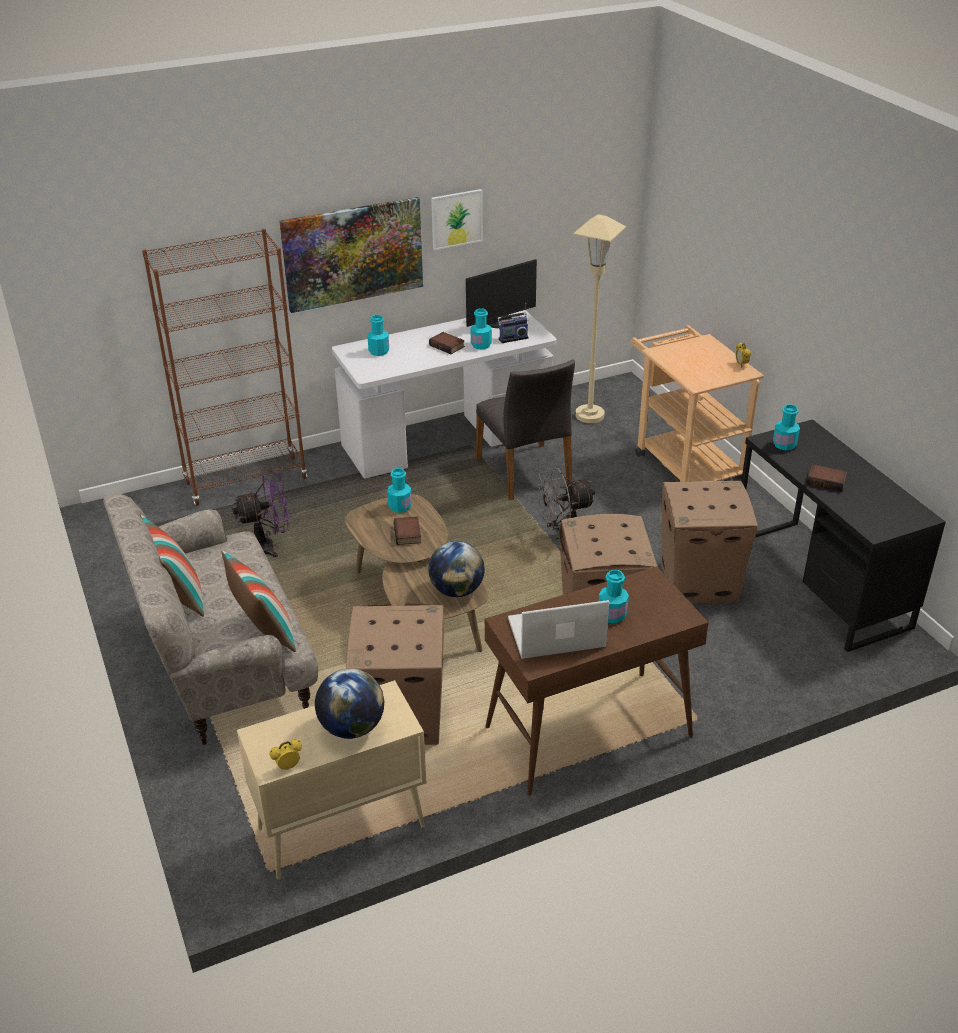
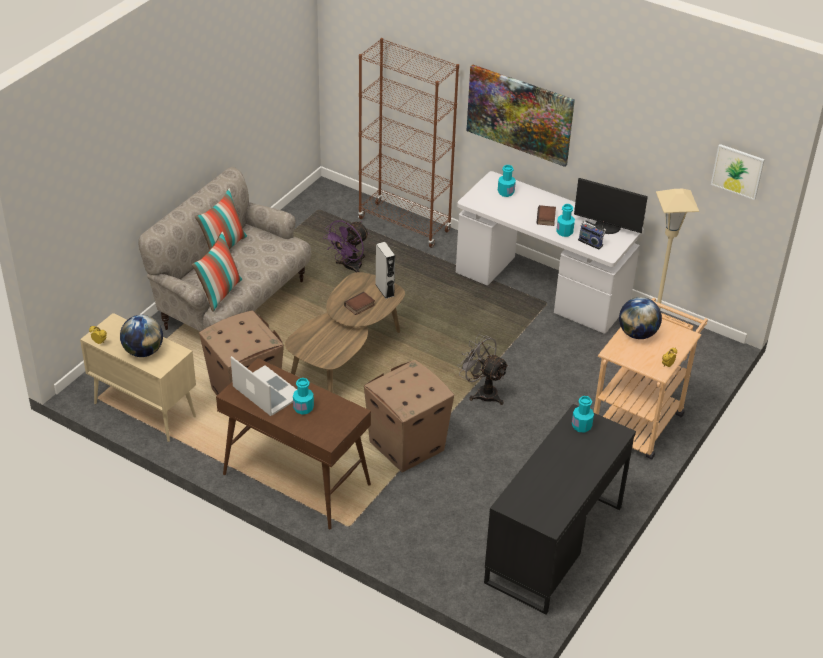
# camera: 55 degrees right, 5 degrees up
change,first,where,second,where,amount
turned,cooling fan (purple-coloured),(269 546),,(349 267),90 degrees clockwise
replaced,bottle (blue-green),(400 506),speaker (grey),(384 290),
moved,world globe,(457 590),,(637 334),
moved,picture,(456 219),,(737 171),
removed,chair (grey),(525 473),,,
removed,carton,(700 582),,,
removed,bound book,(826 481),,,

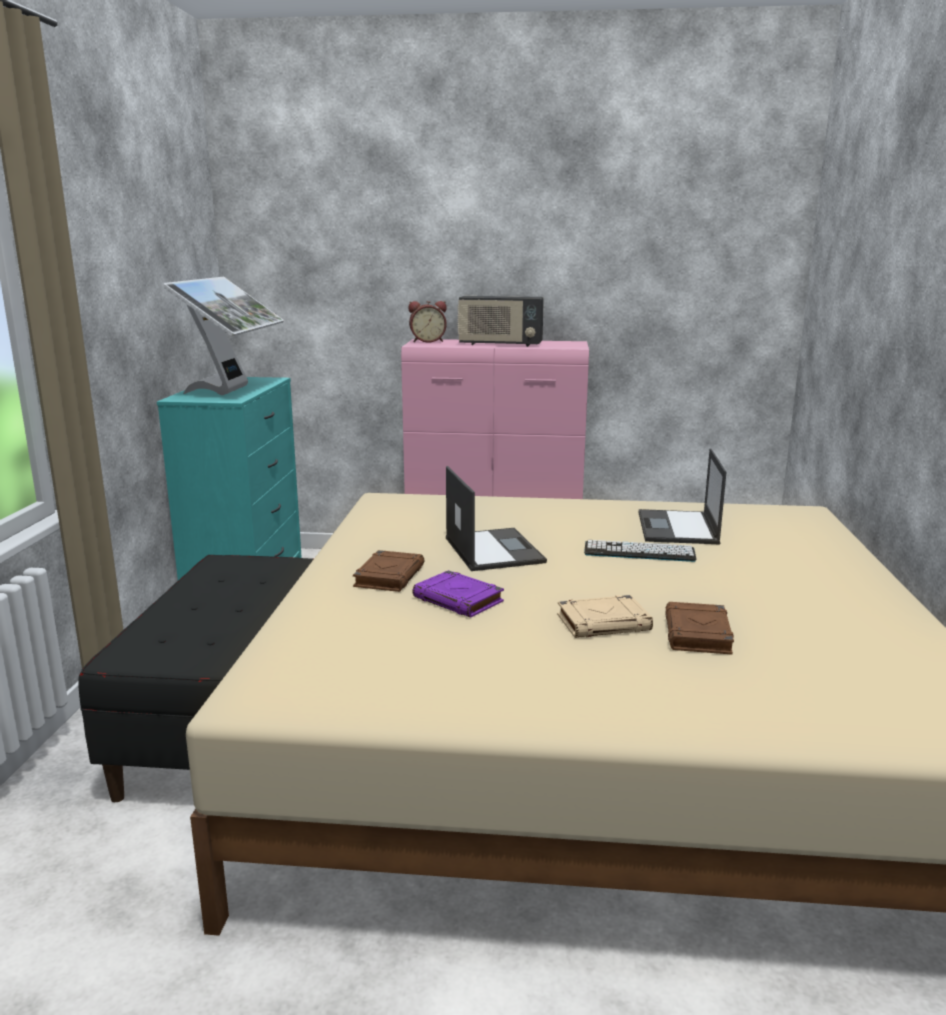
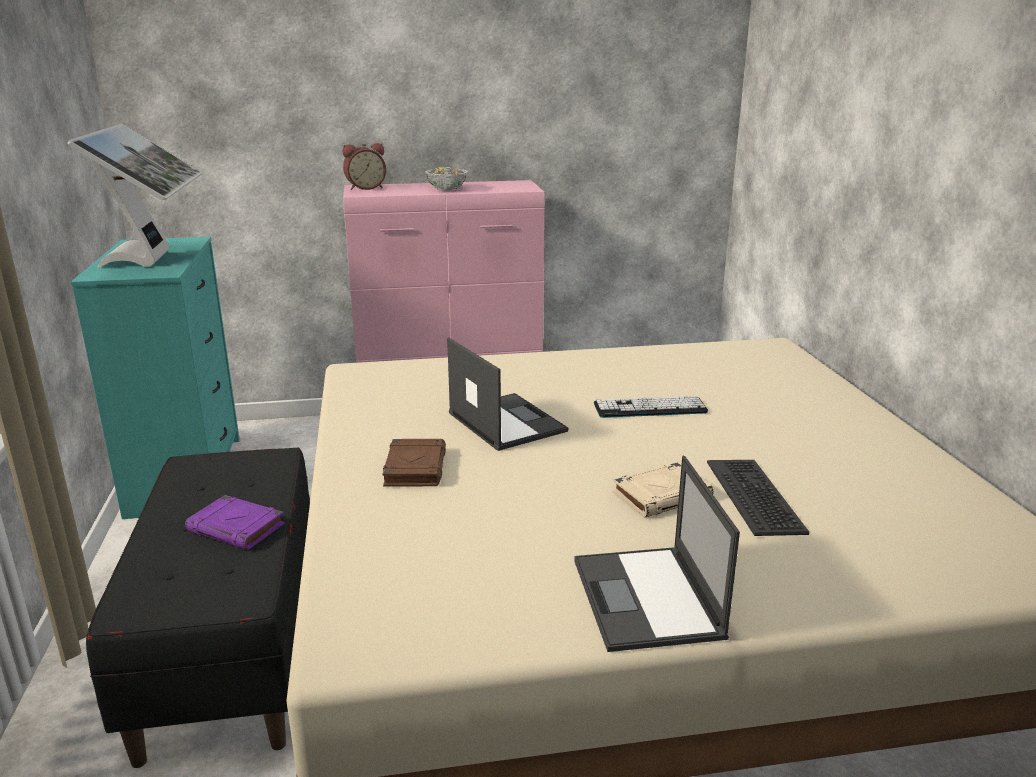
# camera: 15 degrees left, 5 degrees up
change,first,where,second,where,amount
moved,bound book (purple-coloured),(459 600),,(237 528),
replaced,radio receiver,(500 344),deep dish,(447 189),
moved,laptop,(678 528),,(647 599),
replaced,bound book (brown-coloured),(698 634),PC keyboard,(755 497),

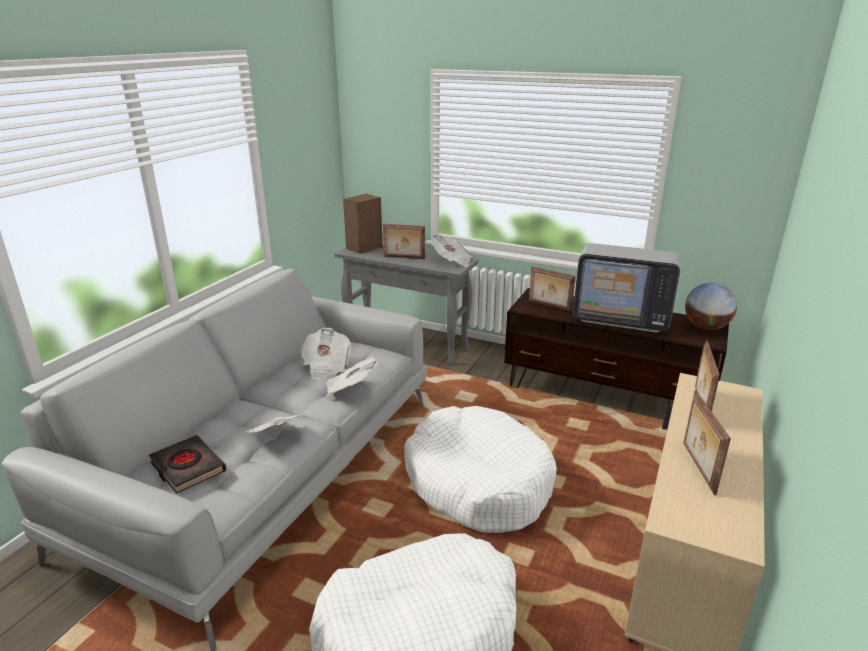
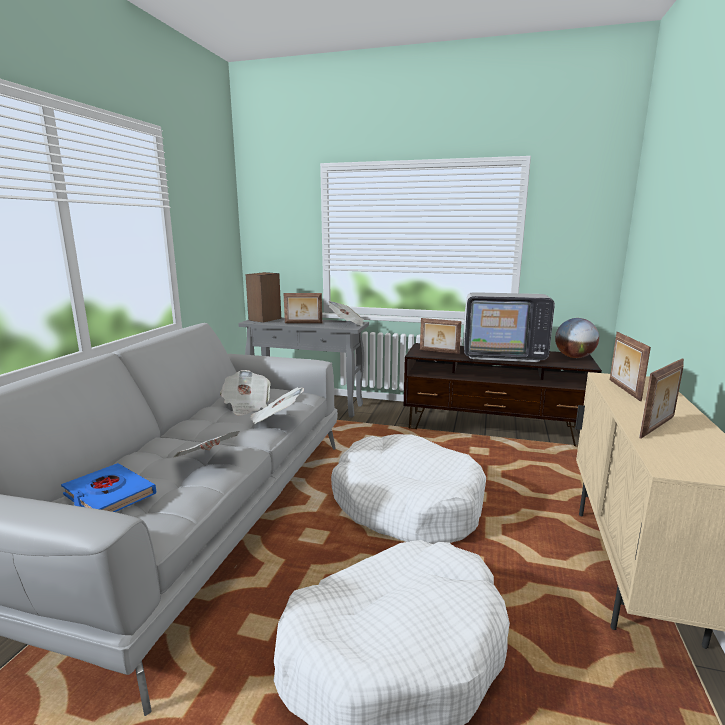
# camera: 10 degrees left, 10 degrees down
change,first,where,second,where,amount
recoloured,bound book (blackish),(187 468),bound book (bluish),(109 495),
turned,standing frame,(697 467),,(658 428),120 degrees counterclockwise

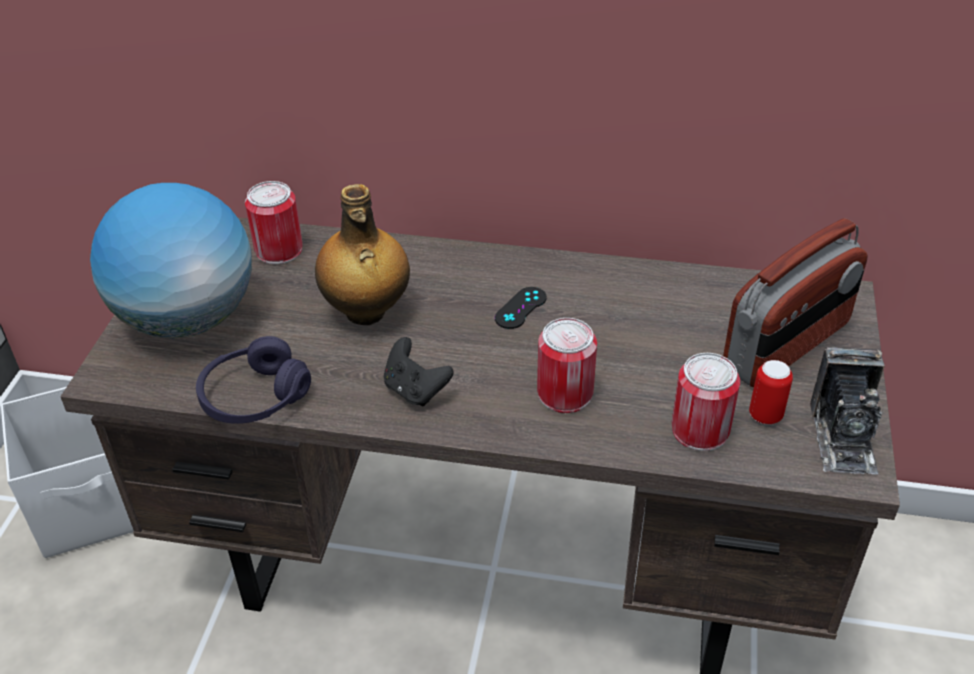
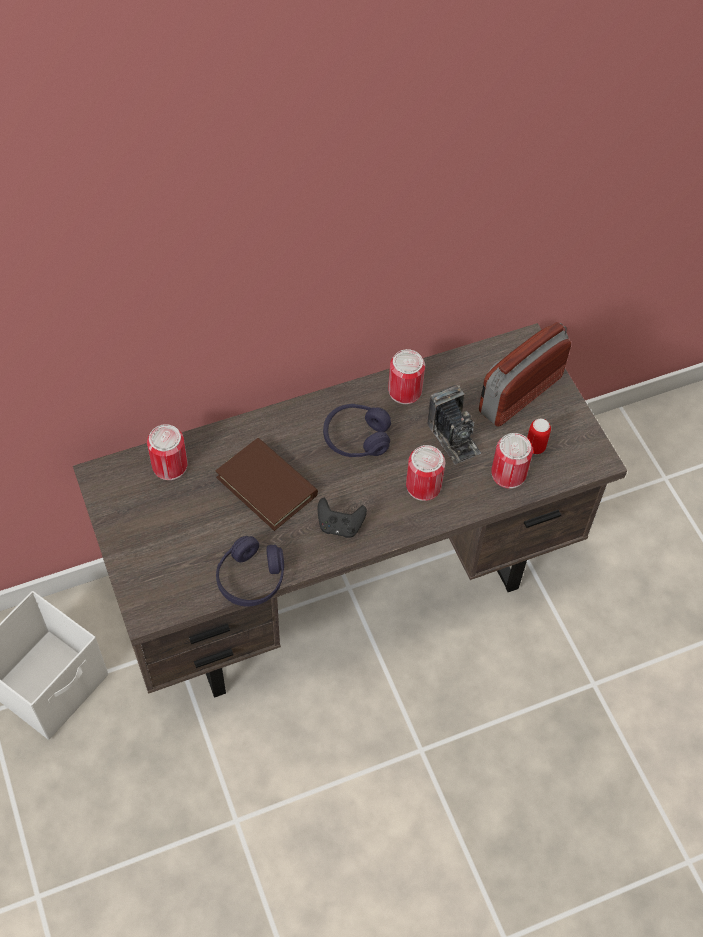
# camera: 35 degrees left, 15 degrees up
change,first,where,second,where,amount
replaced,bottle,(366 312),bound book (brown-coloured),(267 486),
replaced,gamepad (blackish),(520 308),pair of headphones (purple-coloured),(356 438),
added,,,can,(405 391),
moved,still camera,(843 436),,(453 437),
turned,radio receiver,(787 346),,(519 394),150 degrees counterclockwise
removed,world globe,(188 318),,,

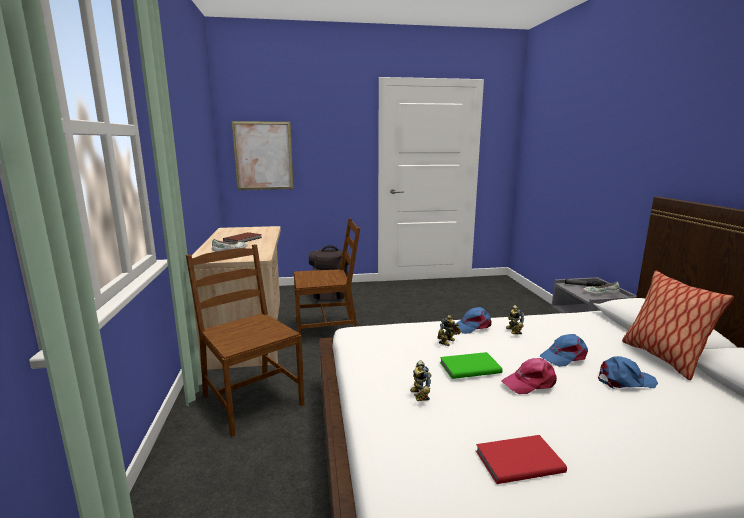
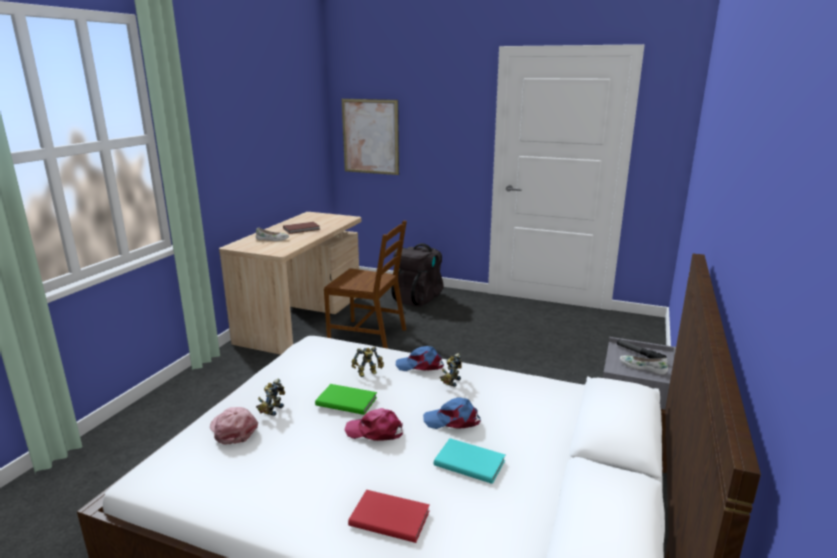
# camera: 30 degrees right, 5 degrees up
change,first,where,second,where,amount
added,,,peaked cap (pinkish),(233 429),
moved,bound book (red),(517 460),,(389 517),
replaced,peaked cap (bluish),(625 381),bound book (blue-green),(469 462),
removed,chair (brown-coloured),(250 400),,,
removed,pillow,(662 358),,,

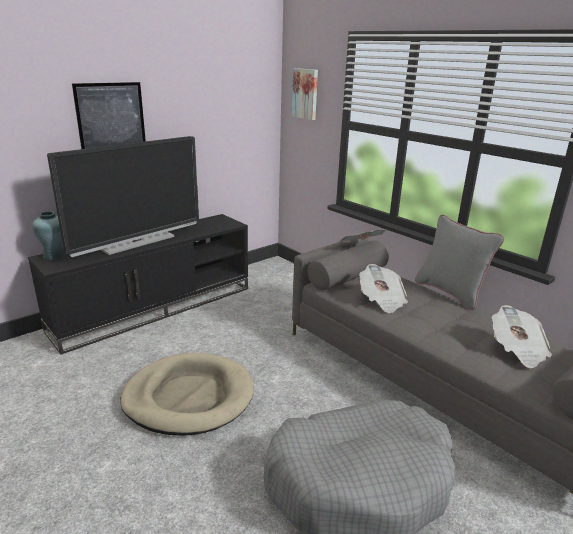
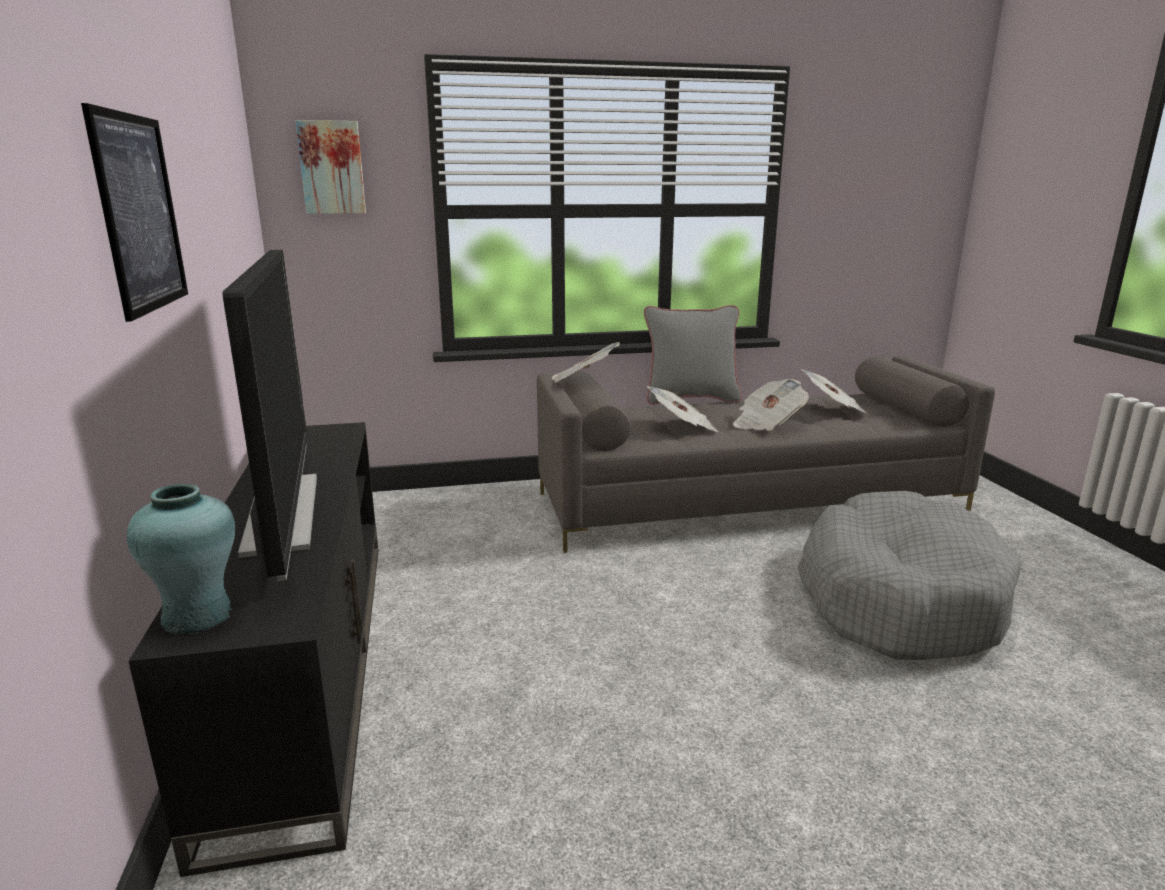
# camera: 60 degrees left, 5 degrees down
change,first,where,second,where,amount
added,,,printed paper,(767 423),
removed,dog cushion (beige),(189 397),,,

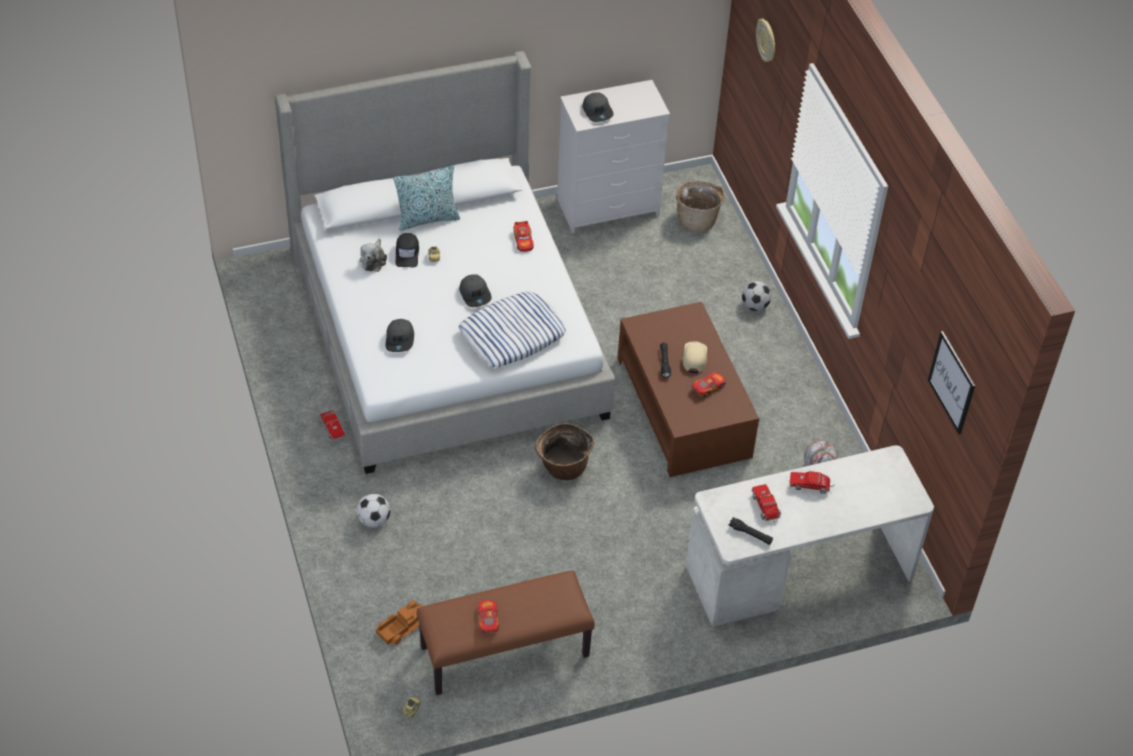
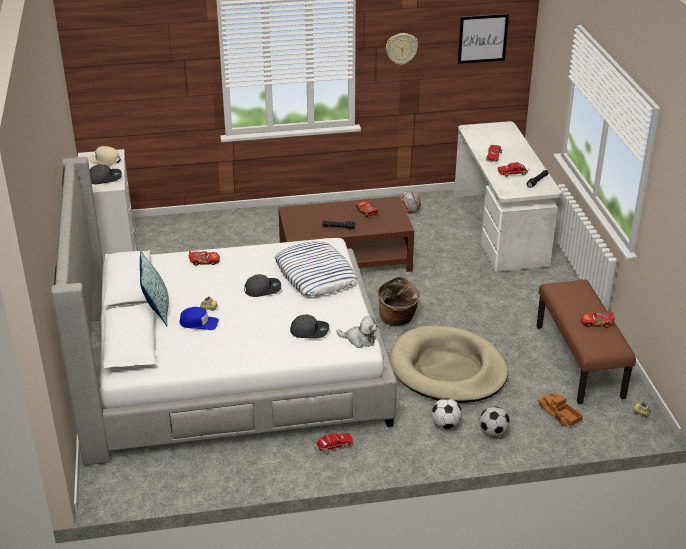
# camera: 80 degrees left, 15 degrees down
change,first,where,second,where,amount
moved,peaked cap (beige),(694 357),,(104 160),
recoloured,peaked cap (blackish),(407 253),peaked cap (bluish),(199 323),
moved,soft toy,(373 260),,(359 339),
moved,wall clock,(767 41),,(401 48),
added,,,dog cushion (beige),(448 369),
moved,football ball,(755 306),,(493 432),
removed,basket,(697 220),,,

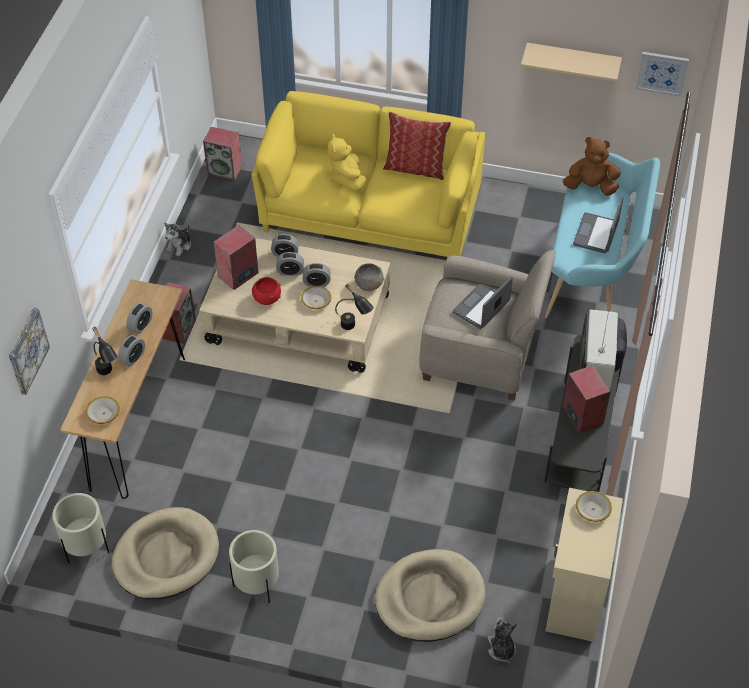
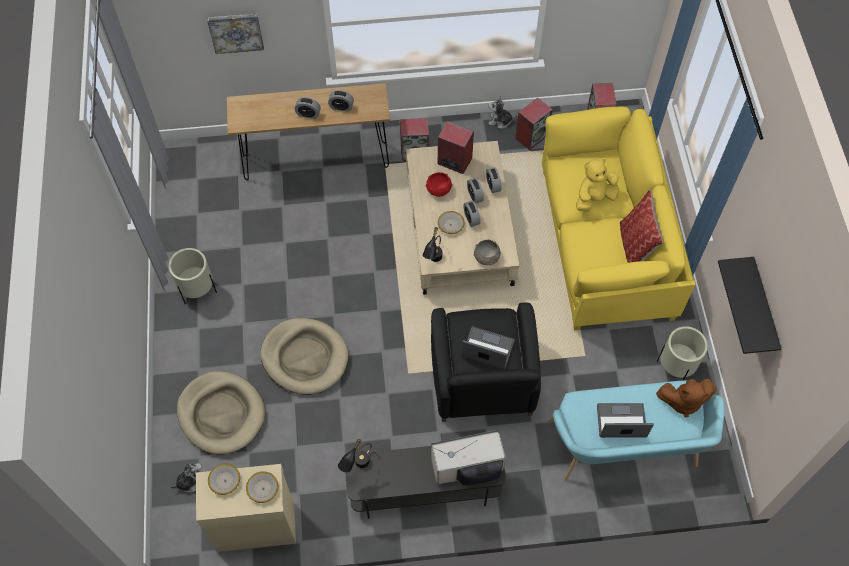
# camera: 70 degrees right, 10 degrees up
change,first,where,second,where,amount
moved,deep dish,(103 413),,(225 481),
moved,dog cushion (beige),(166 556),,(305 357),
moved,table lamp (blackish),(108 374),,(357 466),
recoloured,easy chair (beige),(481 354),easy chair (blackish),(482 380),
moved,speaker,(582 415),,(531 136),
turned,soft toy (brown-coloured),(590 187),,(683 401),105 degrees clockwise
moved,planter (beige),(86 548),,(675 368),
recoloured,wall shelf (beige),(572 61),wall shelf (blackish),(763 309),
removed,picture,(662 73),,,

